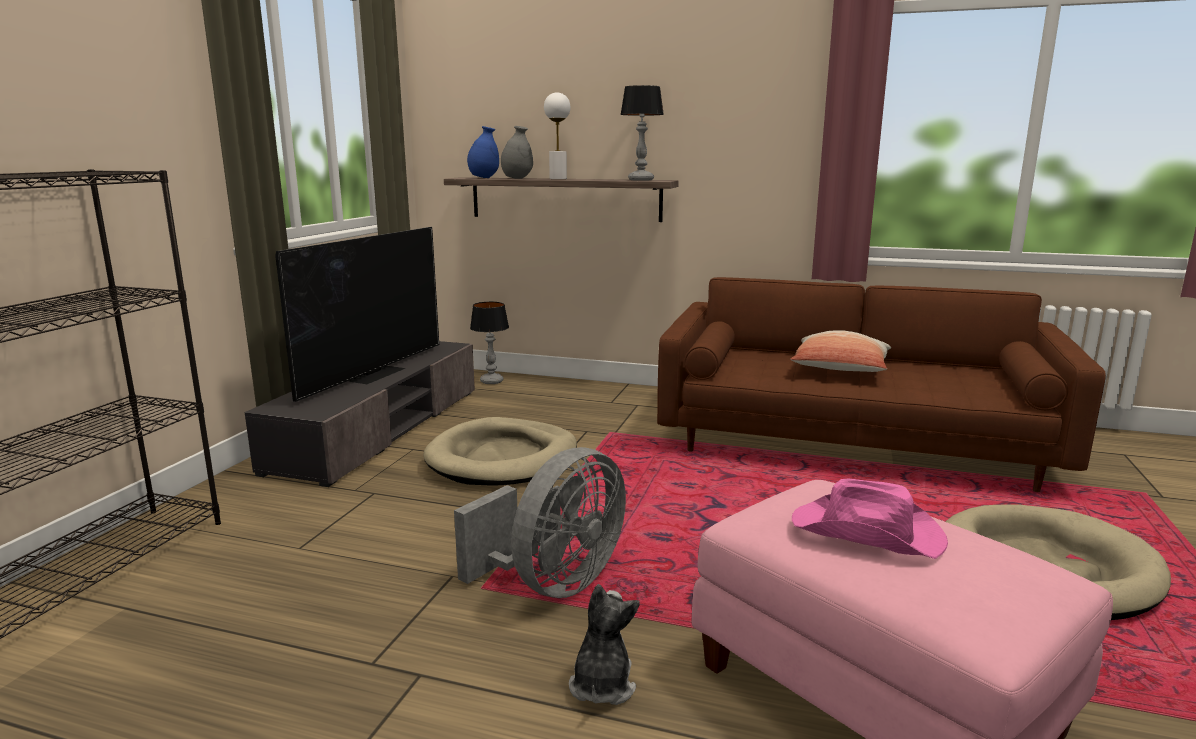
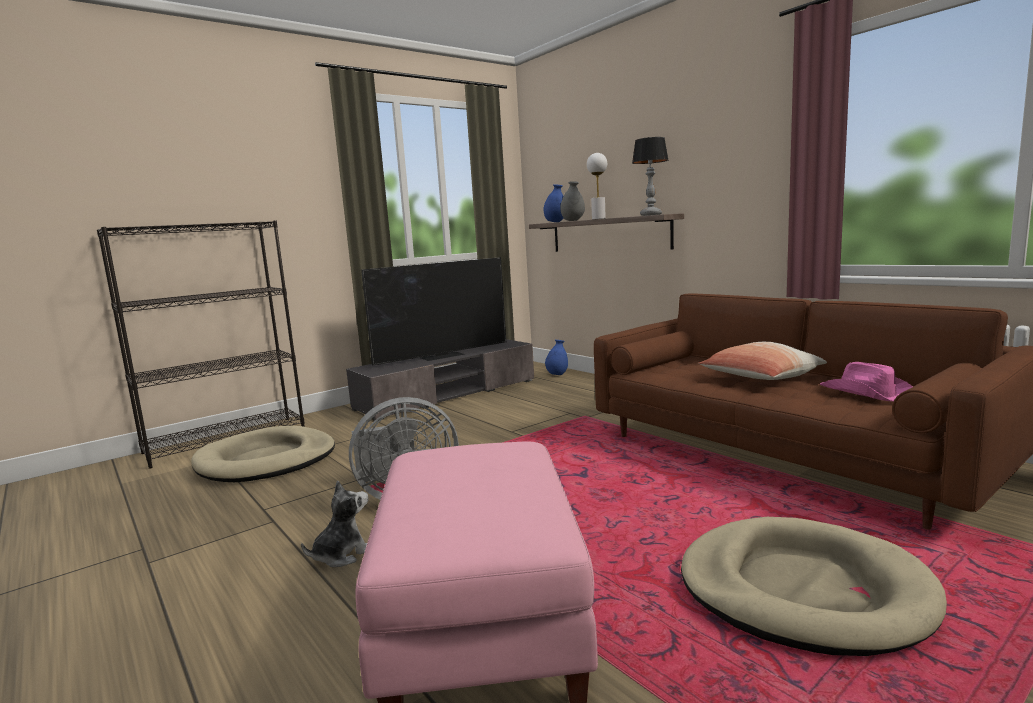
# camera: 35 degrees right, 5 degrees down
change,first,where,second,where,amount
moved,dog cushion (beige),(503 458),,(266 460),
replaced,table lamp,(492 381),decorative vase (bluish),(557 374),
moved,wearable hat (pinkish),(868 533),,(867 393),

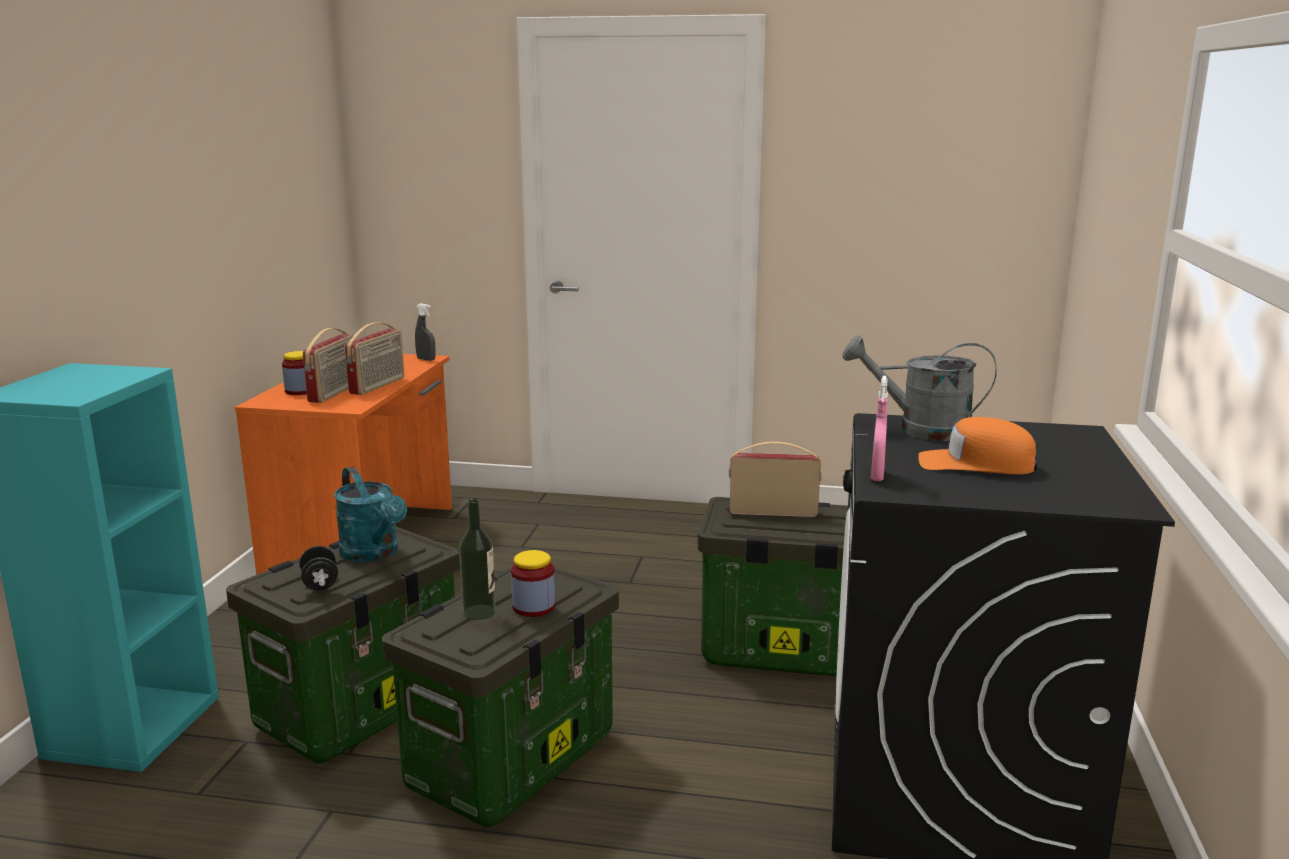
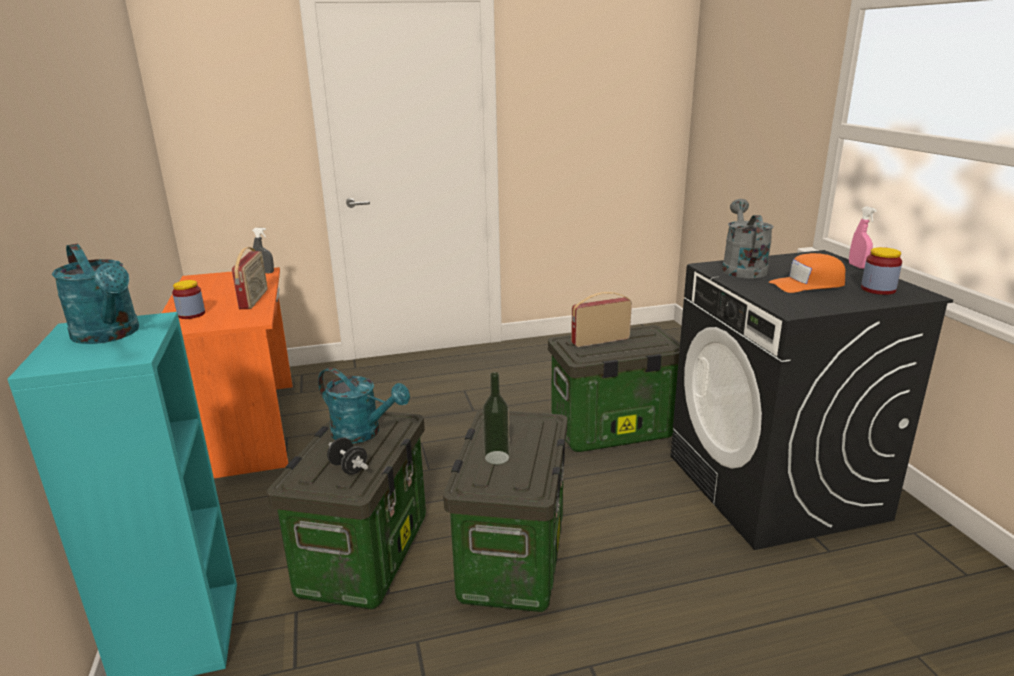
# camera: 25 degrees left, 5 degrees up
change,first,where,second,where,amount
added,,,watering pot (blue-green),(110 335),
turned,watering pot (grey),(920 429),,(742 268),105 degrees clockwise
moved,sprayer (pinkish),(877 476),,(857 266),
moved,storage jar,(533 607),,(878 289),
removed,radio receiver,(334 393),,,

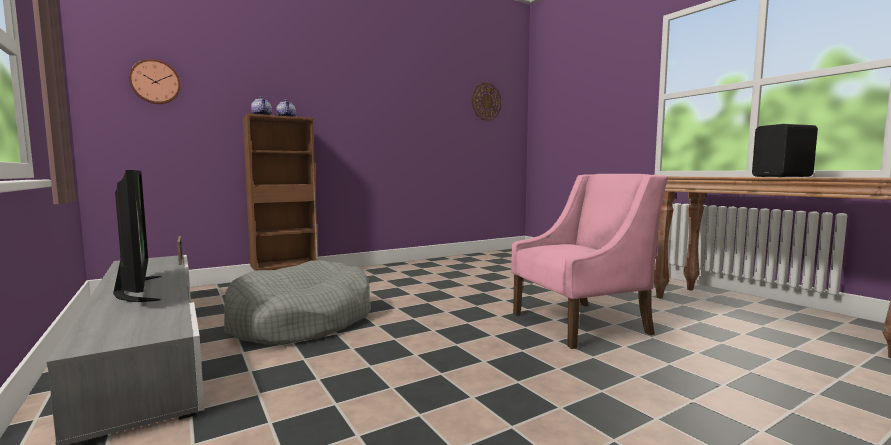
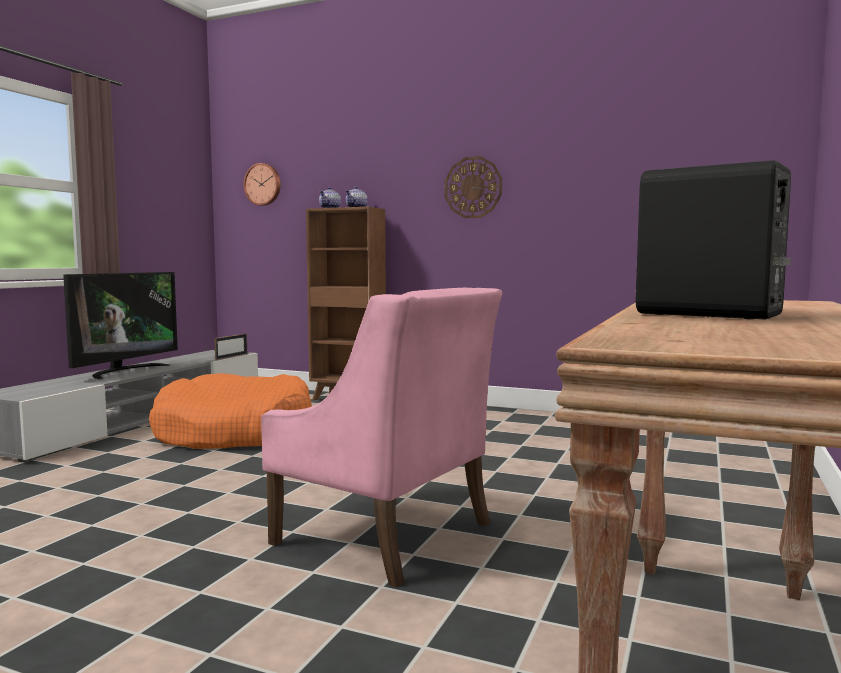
# camera: 55 degrees right, 0 degrees up
change,first,where,second,where,amount
recoloured,dog cushion (grey),(301 321),dog cushion (orange),(235 433),
moved,wall clock,(486 101),,(473 187),

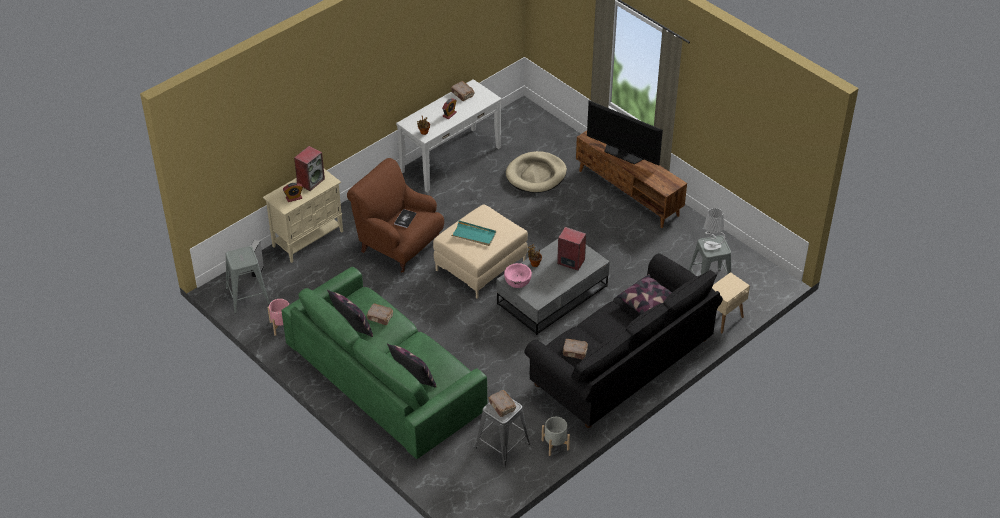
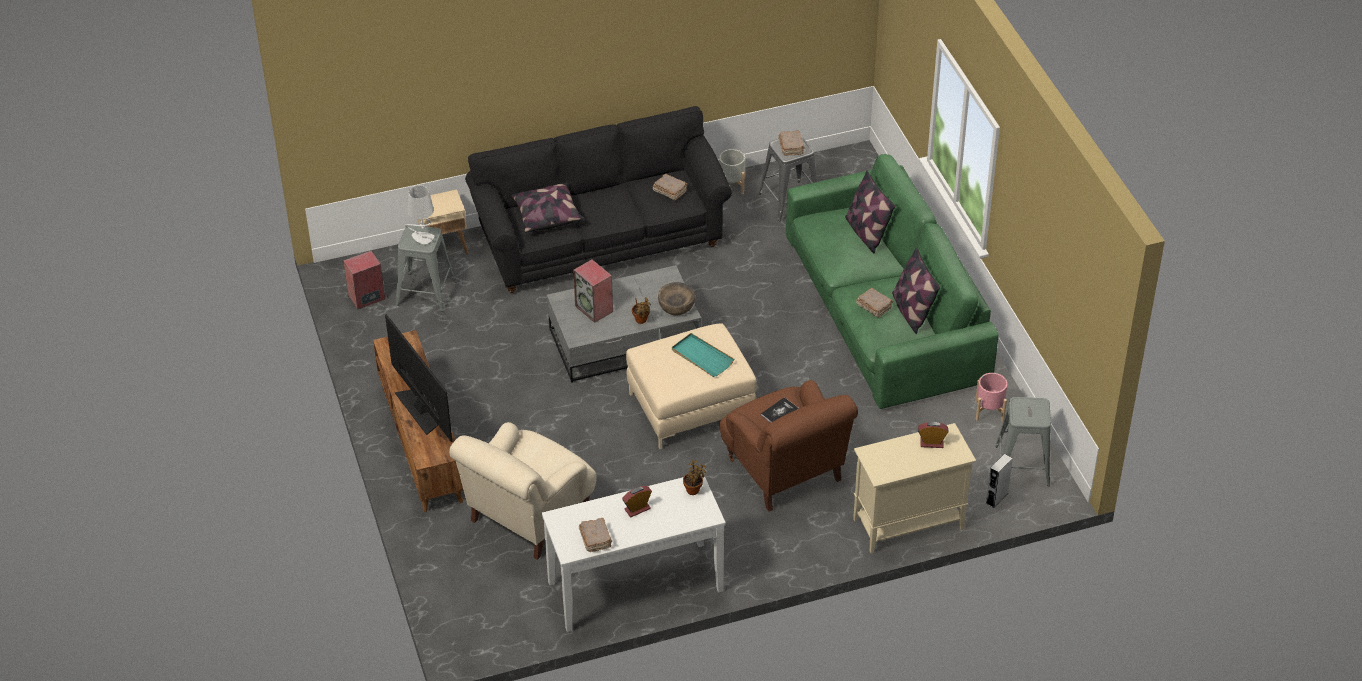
# camera: 155 degrees left, 0 degrees up
change,first,where,second,where,amount
moved,speaker,(311 181),,(366 298),
replaced,dog cushion (beige),(536 175),easy chair (beige),(527 516),
recoloured,deep dish (pinkish),(517 281),deep dish (brown-coloured),(676 306),

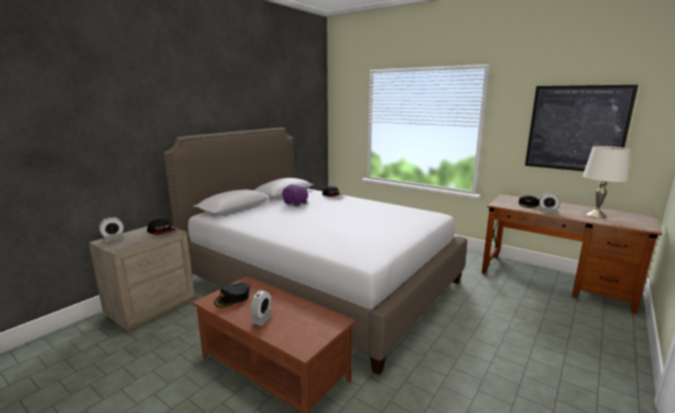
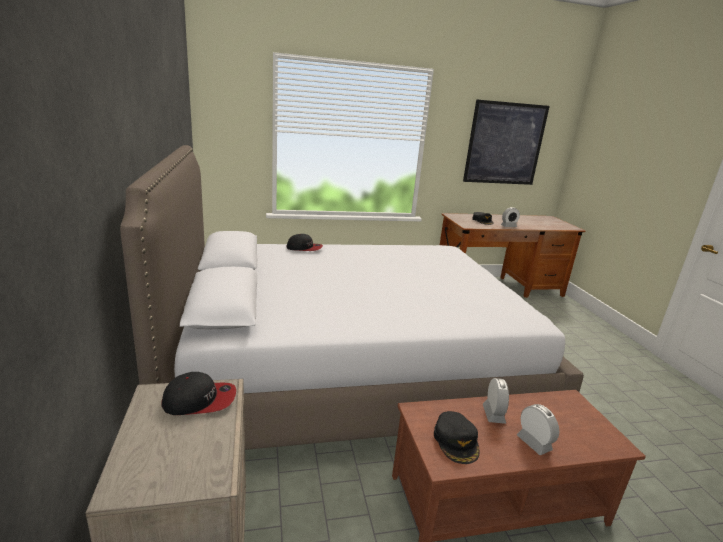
# camera: 50 degrees left, 5 degrees up
change,first,where,second,where,amount
moved,bedside clock,(113 239),,(493 414),
removed,soft toy (purple-coloured),(295 203),,,
removed,table lamp (white),(596 215),,,

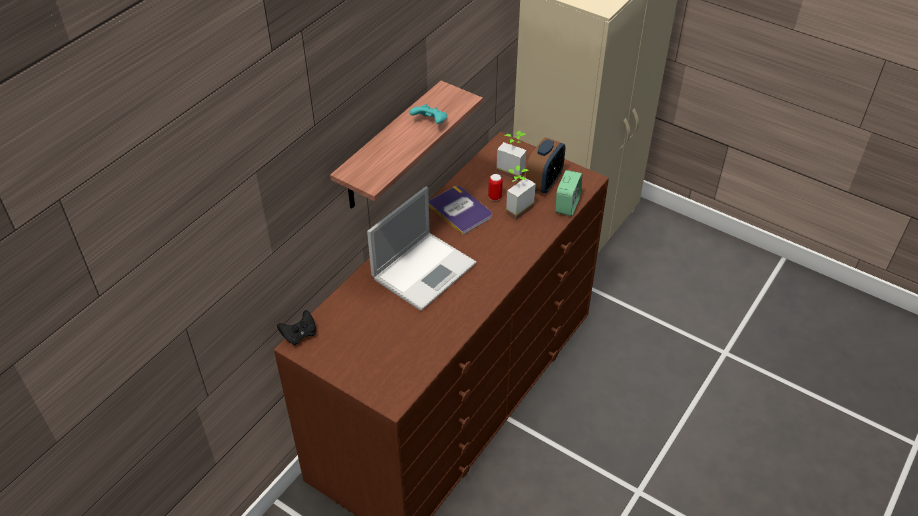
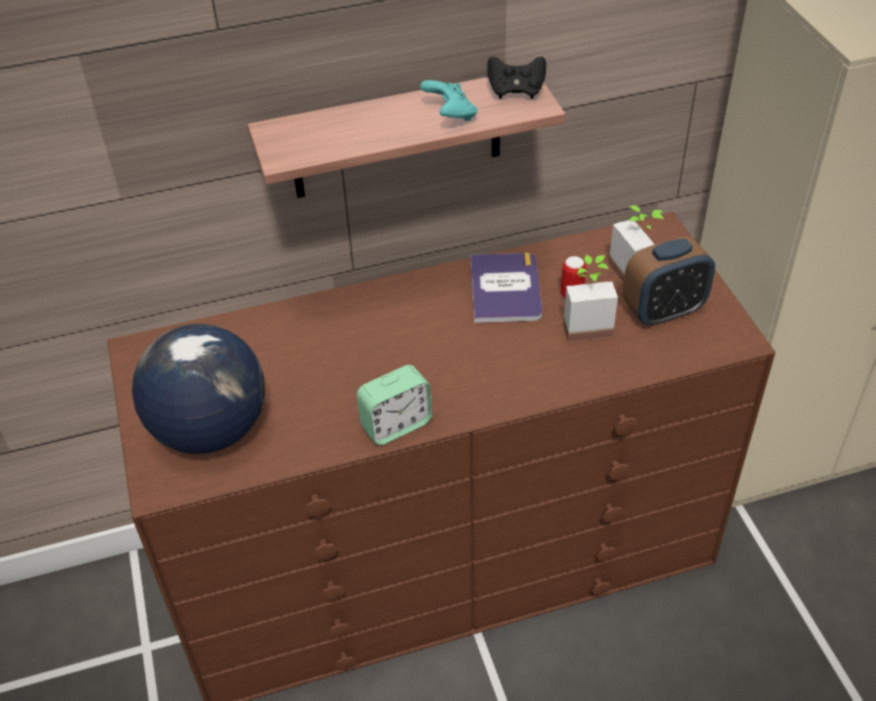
# camera: 40 degrees right, 0 degrees up
change,first,where,second,where,amount
added,,,world globe,(210 429),
moved,bedside clock,(567 205),,(396 425),
moved,gamepad (blackish),(299 335),,(516 91),
removed,laptop,(425 269),,,

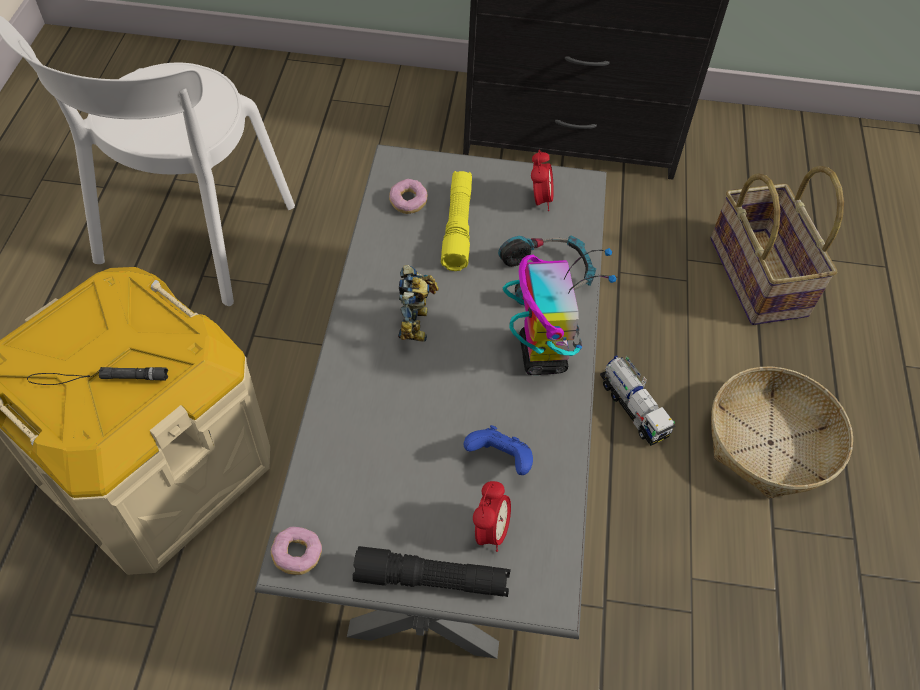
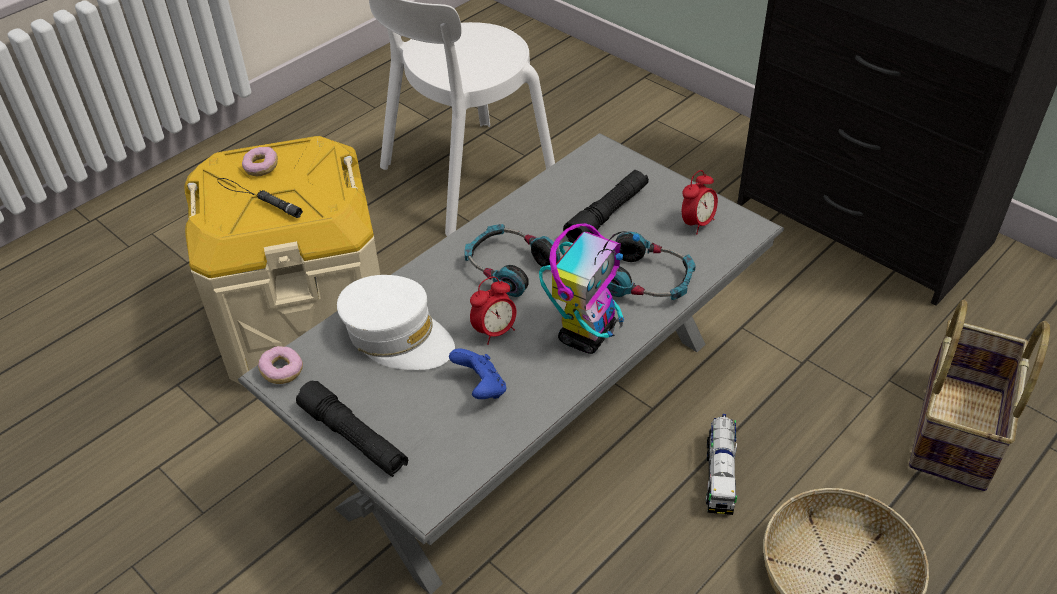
# camera: 40 degrees right, 10 degrees down
change,first,where,second,where,amount
moved,doughnut,(408 202),,(261 168),
added,,,peaked cap (white),(397 336),
replaced,robot figure,(417 323),pair of headphones,(509 266),
moved,bedside clock,(490 531),,(495 332),
recoloured,hand torch (yellow),(458 226),hand torch (blackish),(607 214),

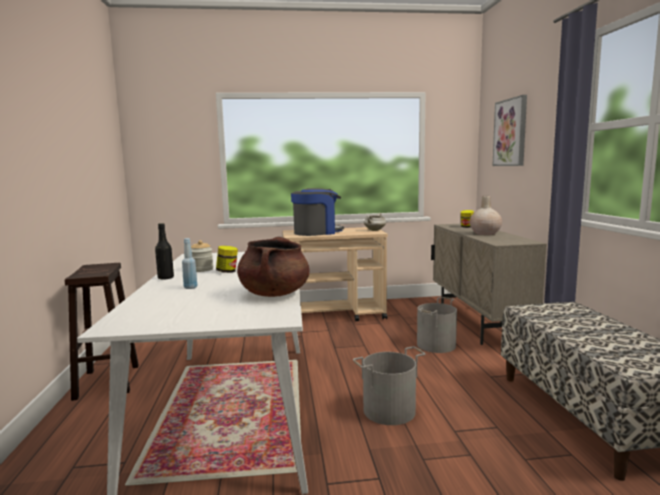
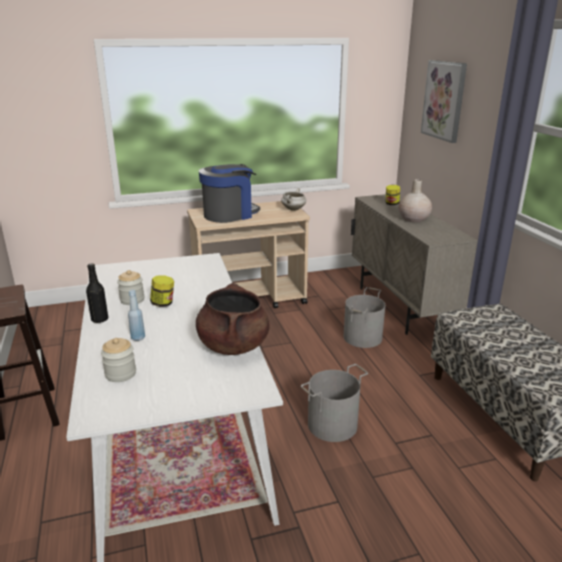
# camera: 10 degrees left, 15 degrees up
change,first,where,second,where,amount
added,,,storage jar,(120 374),

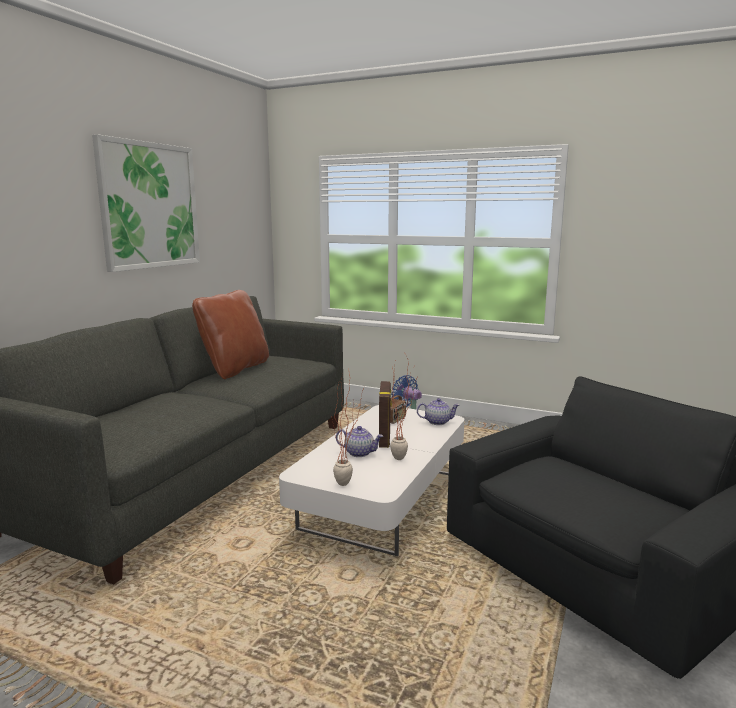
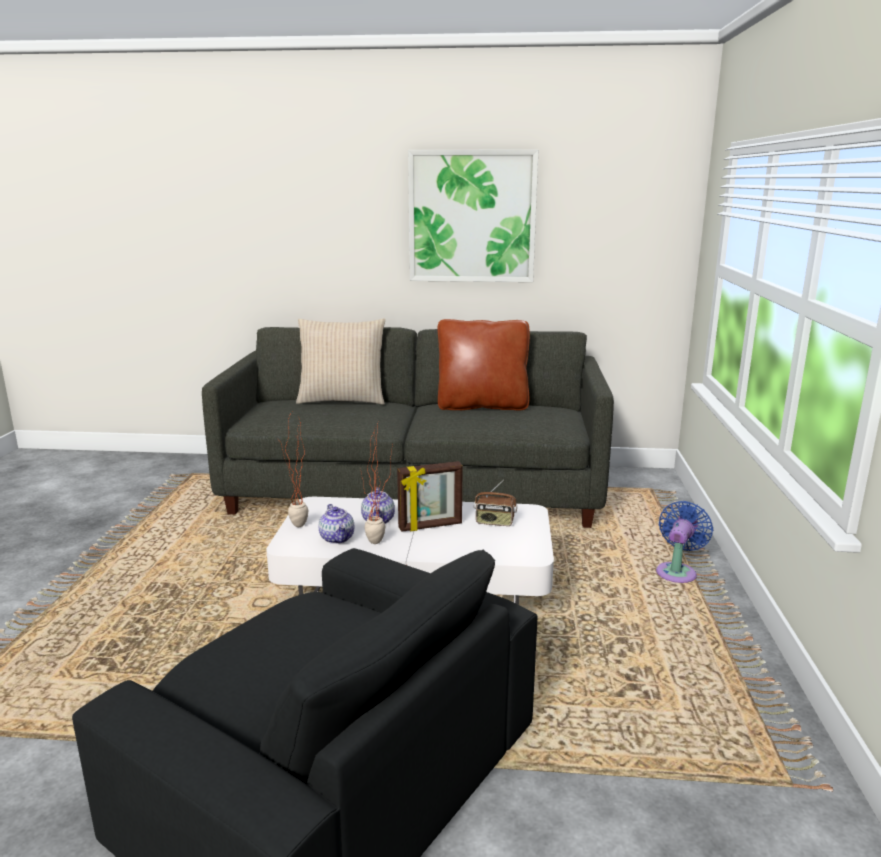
# camera: 70 degrees right, 5 degrees up
change,first,where,second,where,amount
added,,,pillow (beige),(342 400),
moved,teapot,(437 422),,(337 538),

